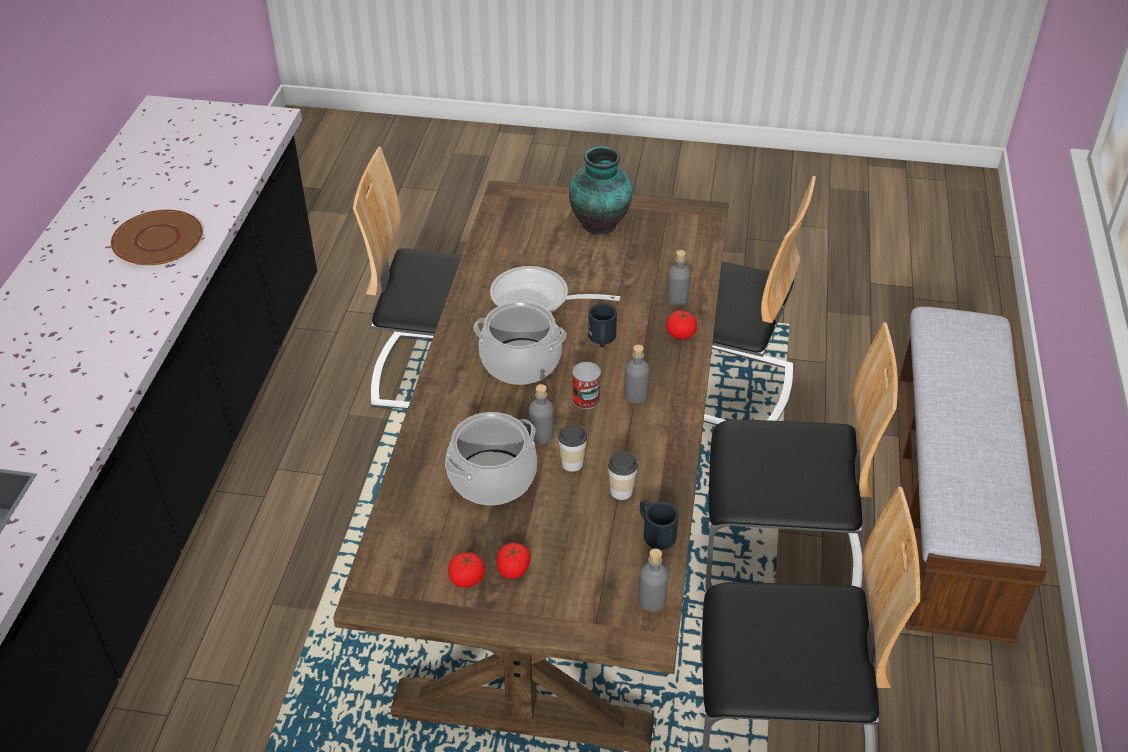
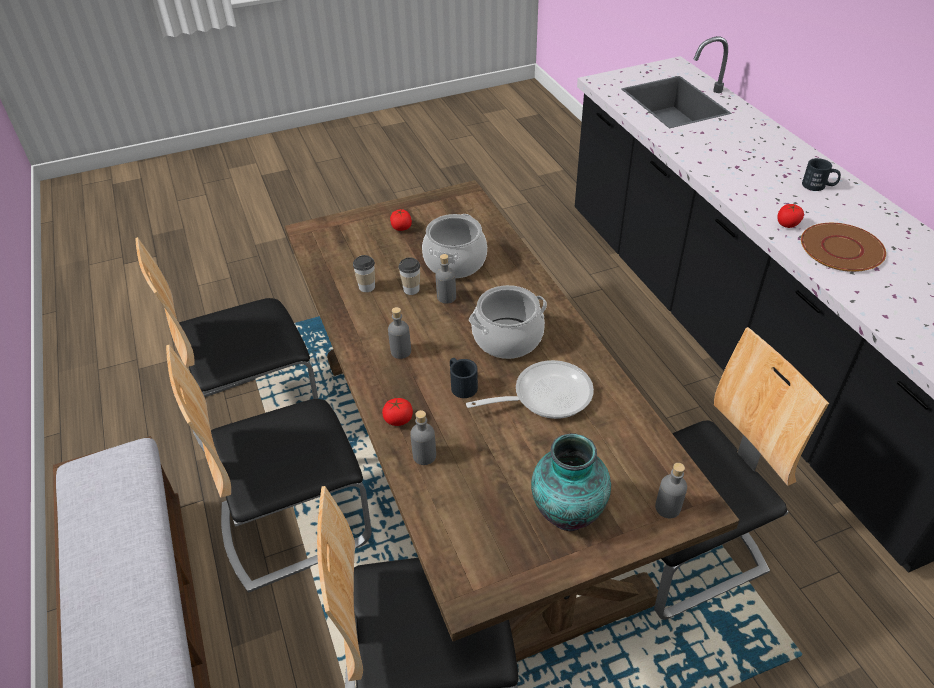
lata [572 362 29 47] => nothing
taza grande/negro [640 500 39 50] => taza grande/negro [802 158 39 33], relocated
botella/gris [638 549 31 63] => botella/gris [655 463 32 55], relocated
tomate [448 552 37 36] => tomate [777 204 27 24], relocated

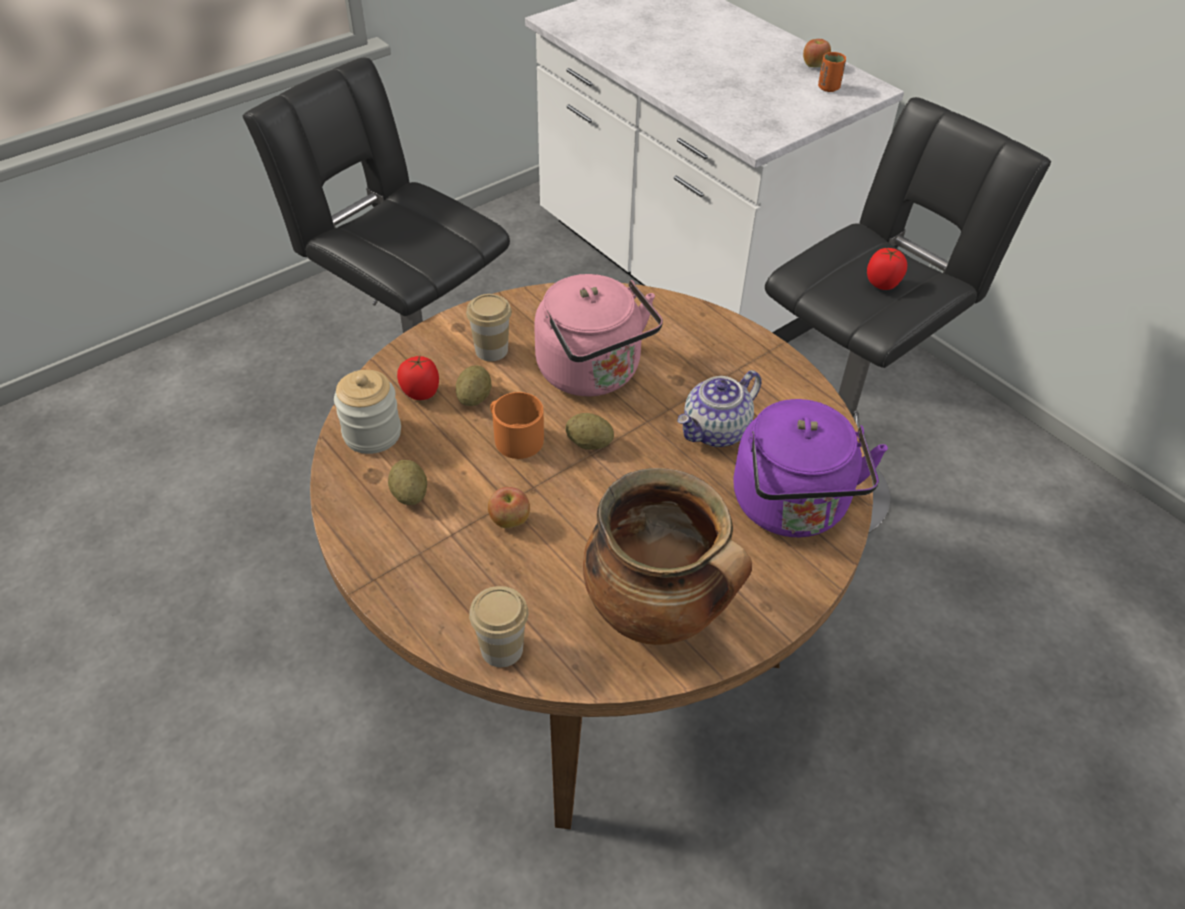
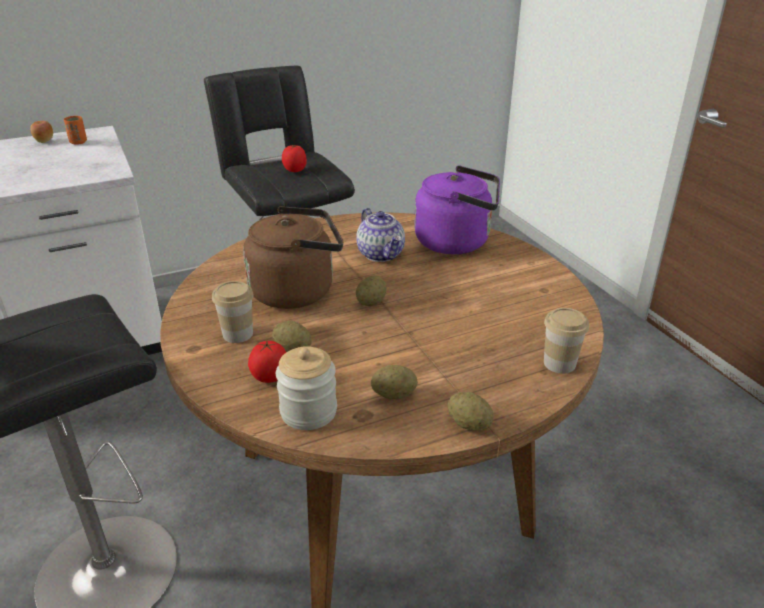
hervidor/rosa [534 274 129 122] => hervidor/marrón [243 206 100 103]
taza grande/naranja [490 392 54 67] => nothing
olla [583 468 169 177] => nothing
manzana [488 487 42 41] => nothing
nothing => patata [448 392 46 39]

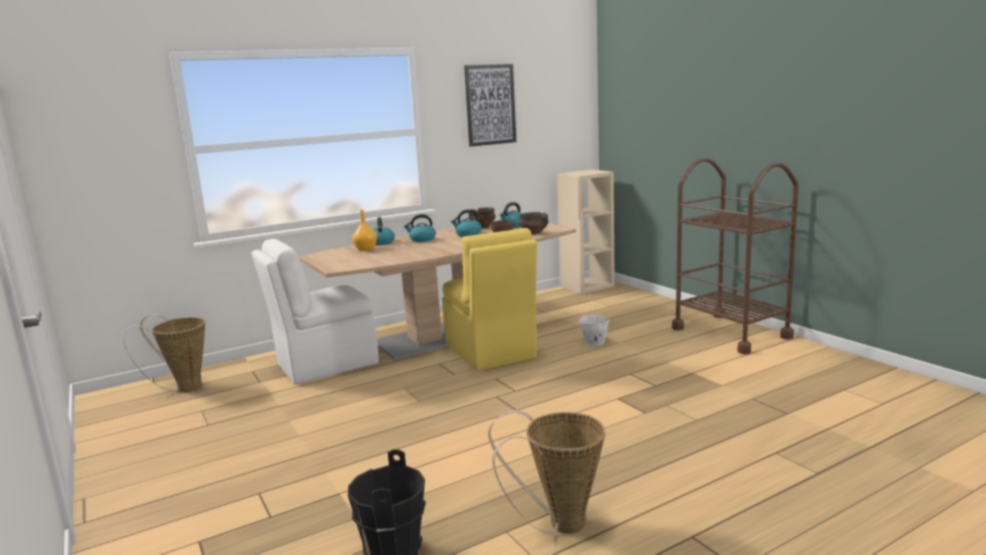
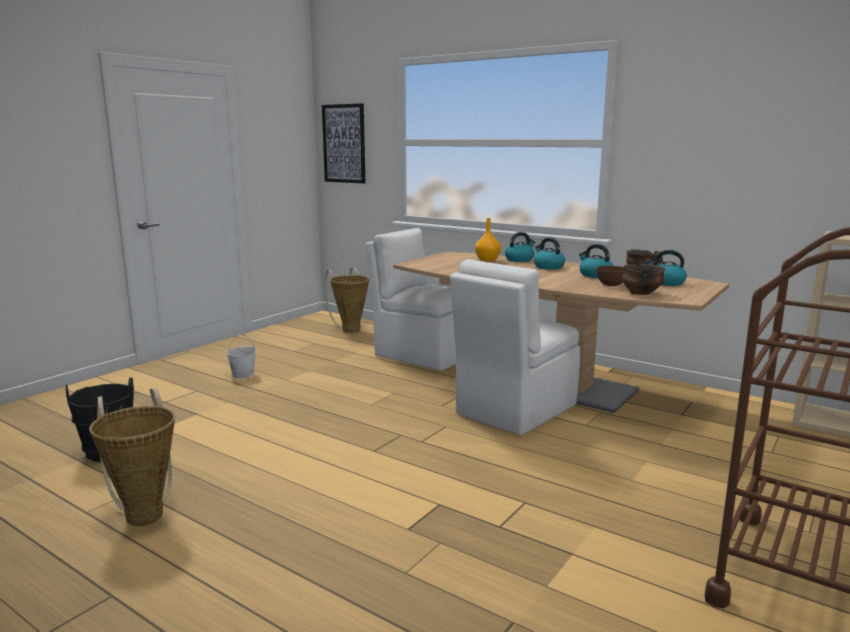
cuadro [464 64 52 83] => cuadro [322 103 43 80], relocated
silla/amarillo [442 228 95 143] => silla/blanco [450 259 130 176]
cubo/blanco [579 304 31 41] => cubo/blanco [226 334 30 45], relocated

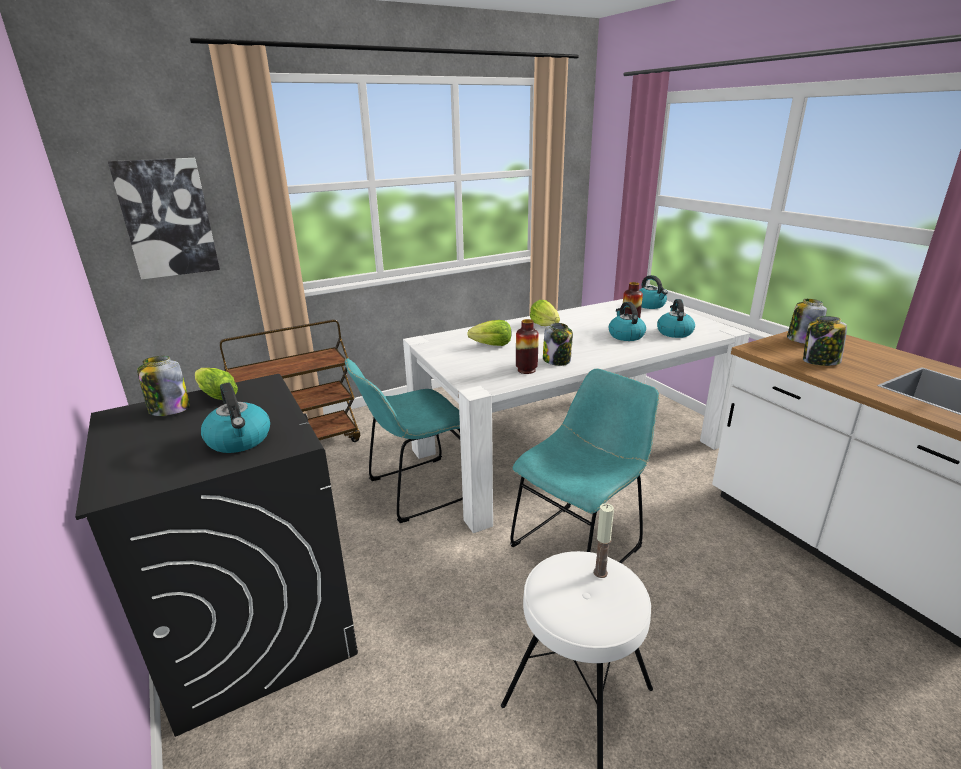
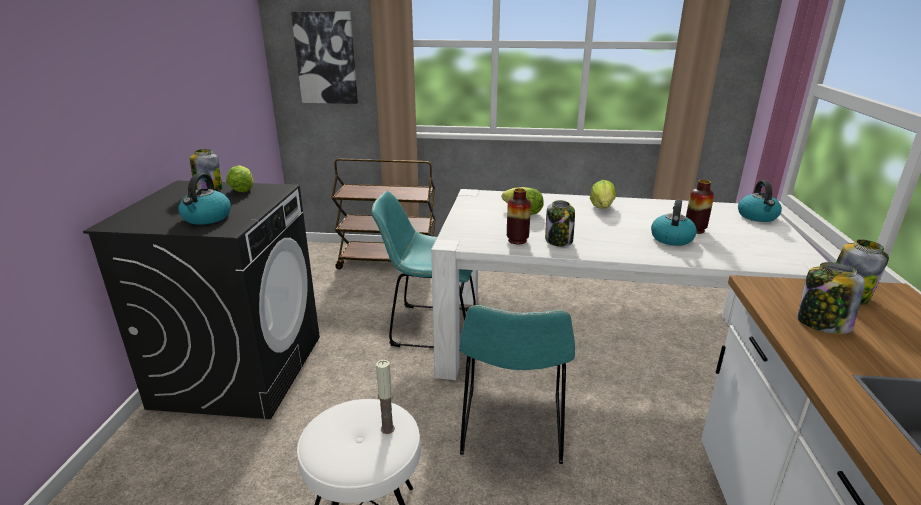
hervidor [657 299 38 39] => nothing
silla/turquesa [510 368 149 195] => silla/turquesa [459 305 116 159], 105 degrees clockwise

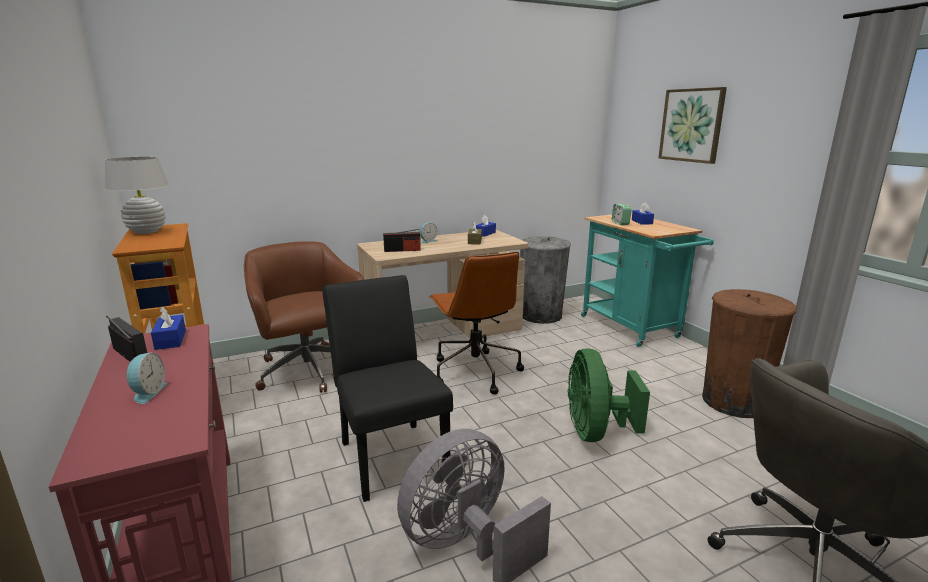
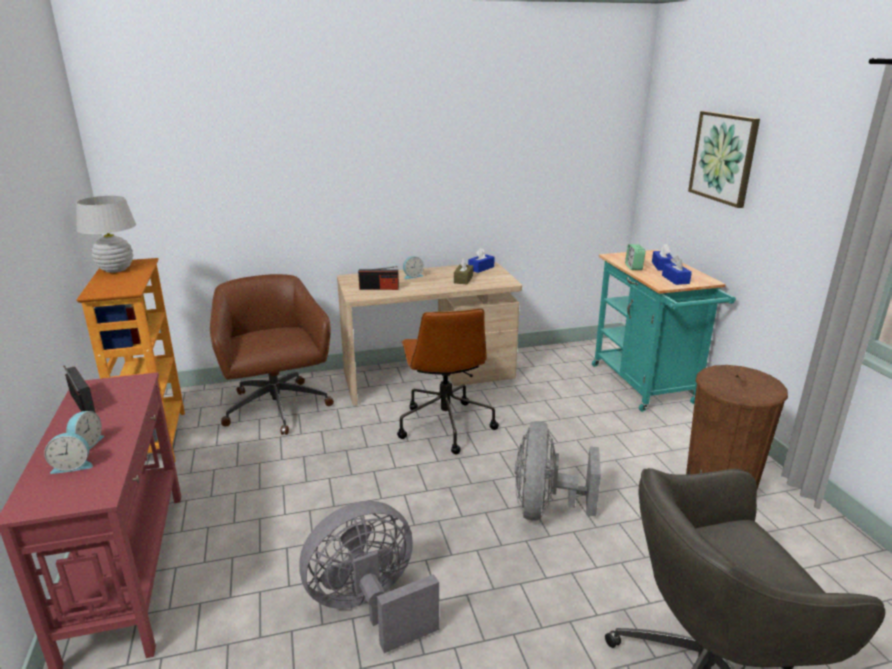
papelera/gris [520 236 51 88] => nothing
silla/negro [323 275 130 227] => nothing
caja de pañuelos/azul [151 307 35 43] => caja de pañuelos/azul [662 256 30 29], relocated
ventilador/verde [568 348 82 94] => ventilador/gris [515 421 86 100]
nothing => despertador [44 433 49 41]

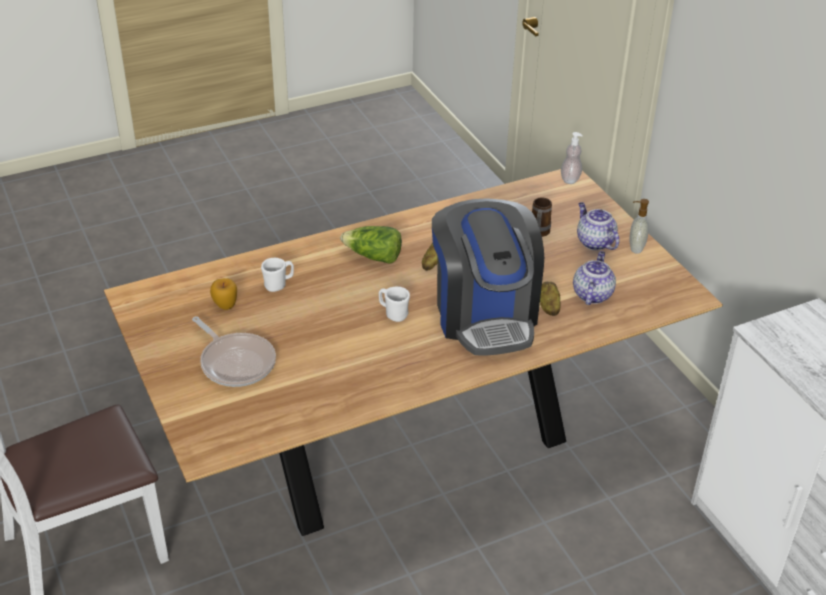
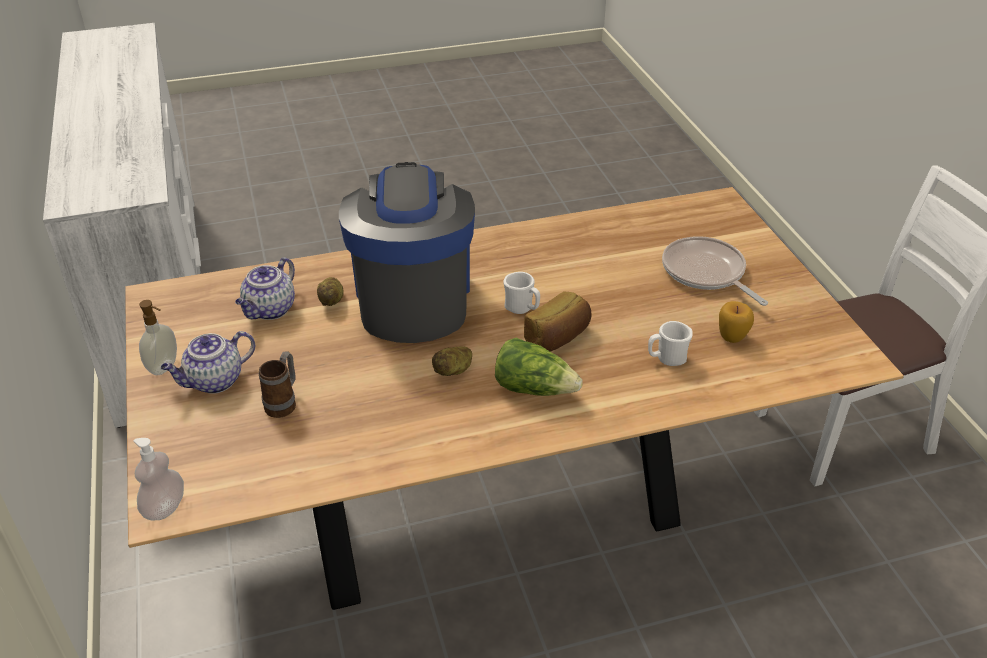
tetera [577 202 42 48] => tetera [161 331 94 63], 75 degrees clockwise
nothing => pan [524 291 67 61]

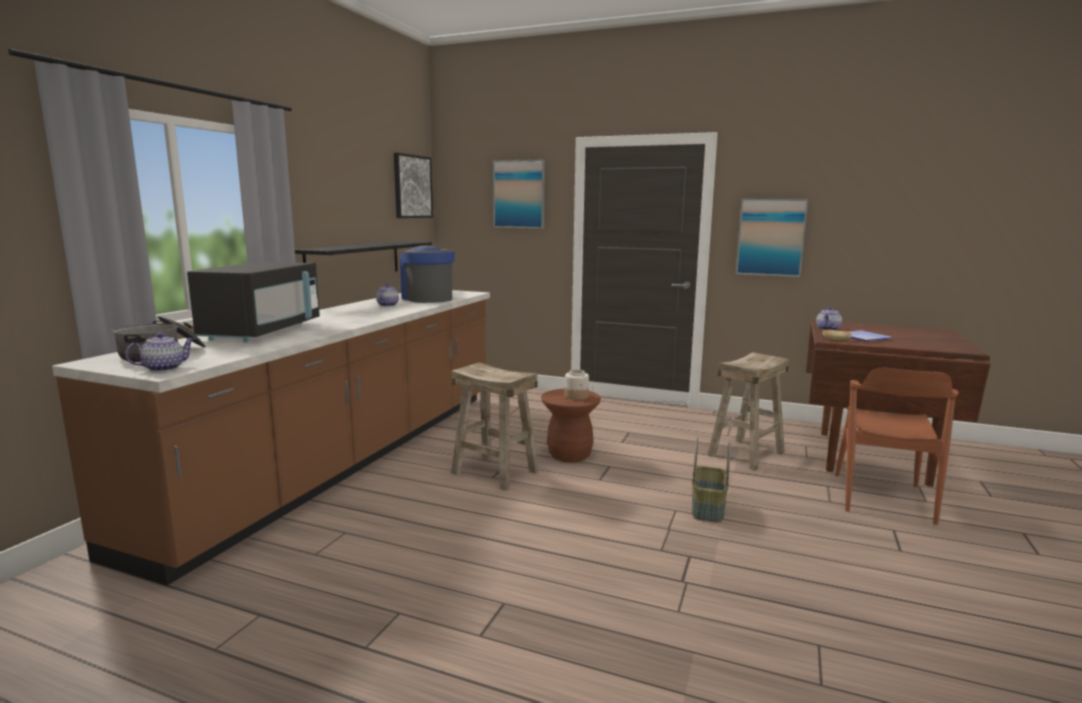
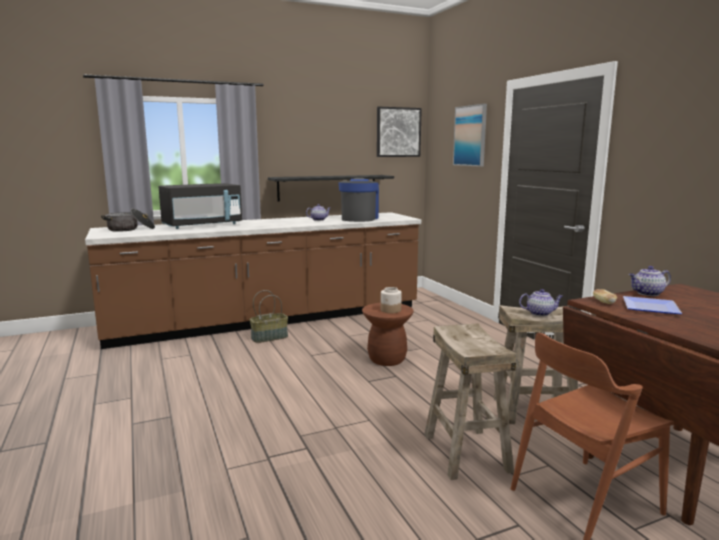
cuadro [736 199 72 78] => nothing
tetera [125 333 70 39] => tetera [519 289 44 27], relocated
taburete/beis [451 362 88 129] => taburete/beis [424 324 92 156], relocated
cesta [692 437 39 86] => cesta [249 290 39 53], relocated

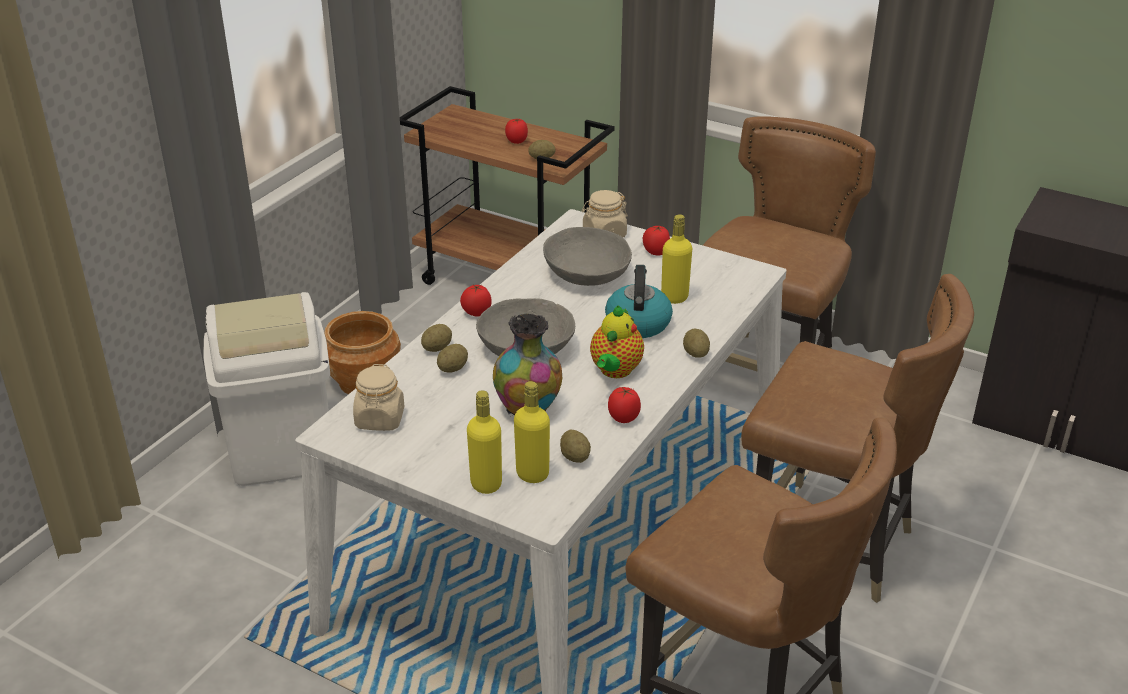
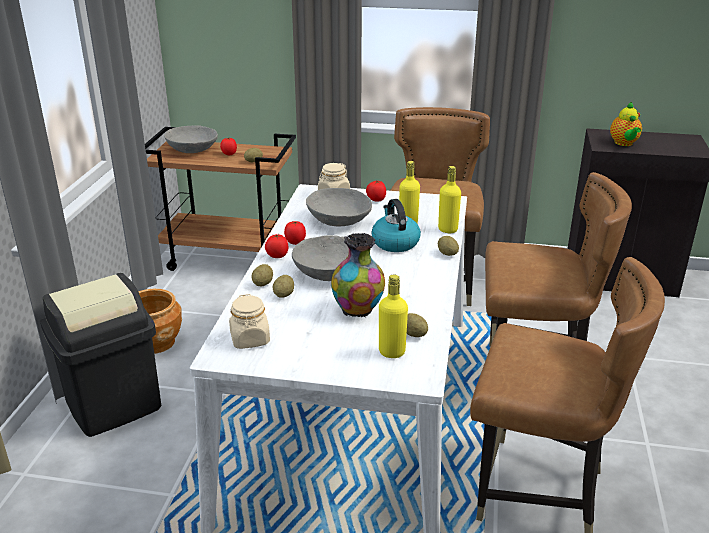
papelera/blanco [203 292 127 194] => papelera/negro [40 273 121 164]
tetera [590 305 54 73] => tetera [610 102 32 44], relocated
tomate [608 387 33 36] => tomate [284 221 22 24], relocated
botella/amarillo [467 390 35 104] => botella/amarillo [438 166 23 67], relocated
nothing => cuenco/gris [164 125 54 28]

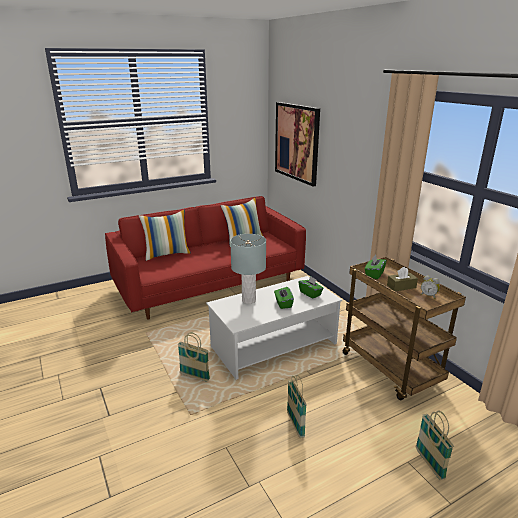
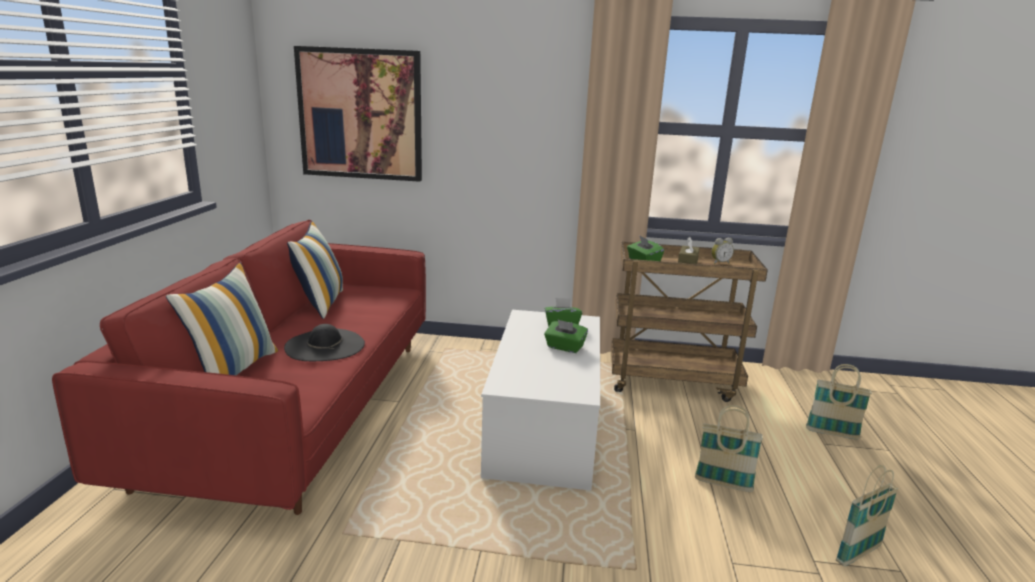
lámpara de mesa/gris [230 234 36 70] => nothing
cesta [178 333 32 49] => cesta [836 465 63 102], relocated
nothing => sombrero/negro [284 324 81 37]

